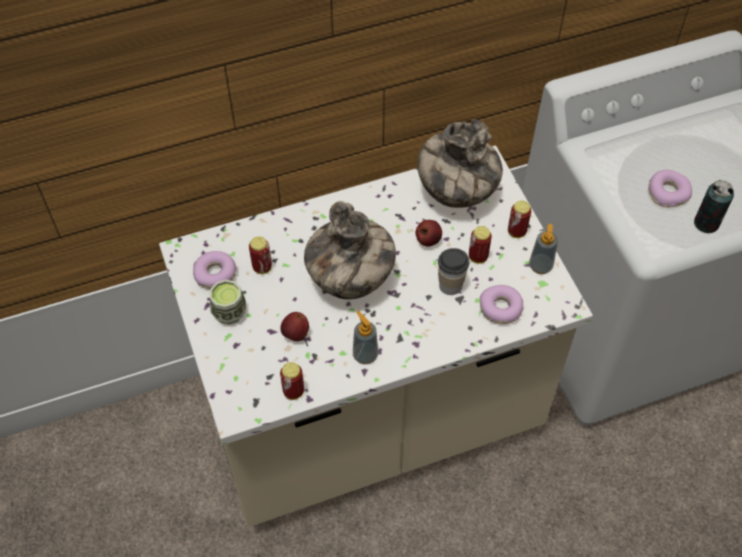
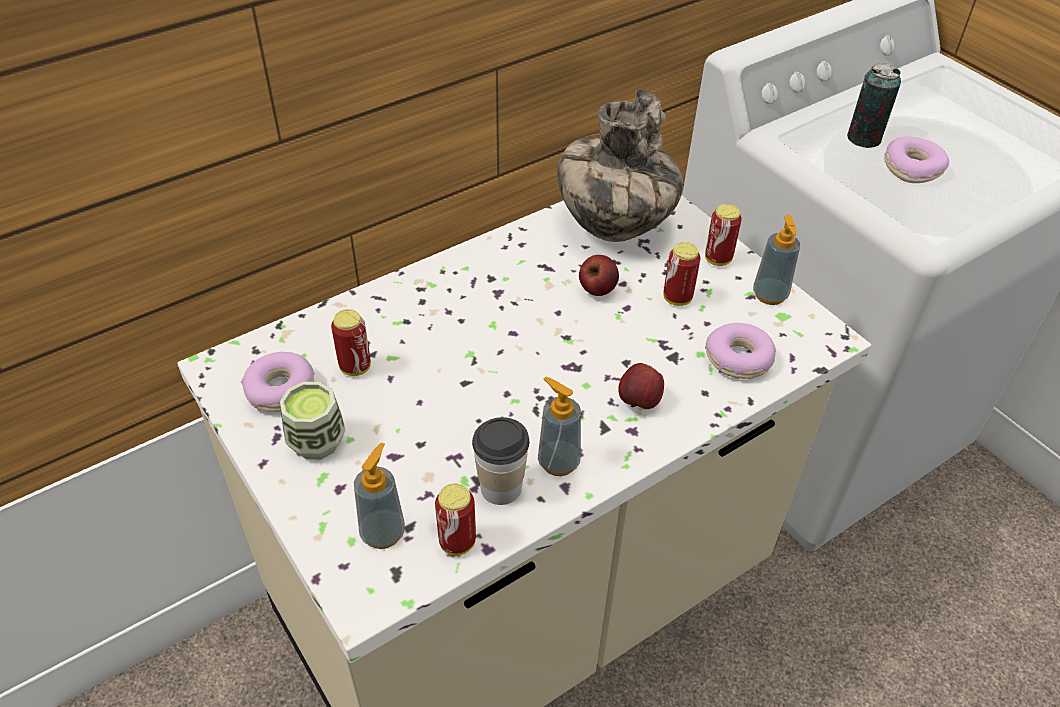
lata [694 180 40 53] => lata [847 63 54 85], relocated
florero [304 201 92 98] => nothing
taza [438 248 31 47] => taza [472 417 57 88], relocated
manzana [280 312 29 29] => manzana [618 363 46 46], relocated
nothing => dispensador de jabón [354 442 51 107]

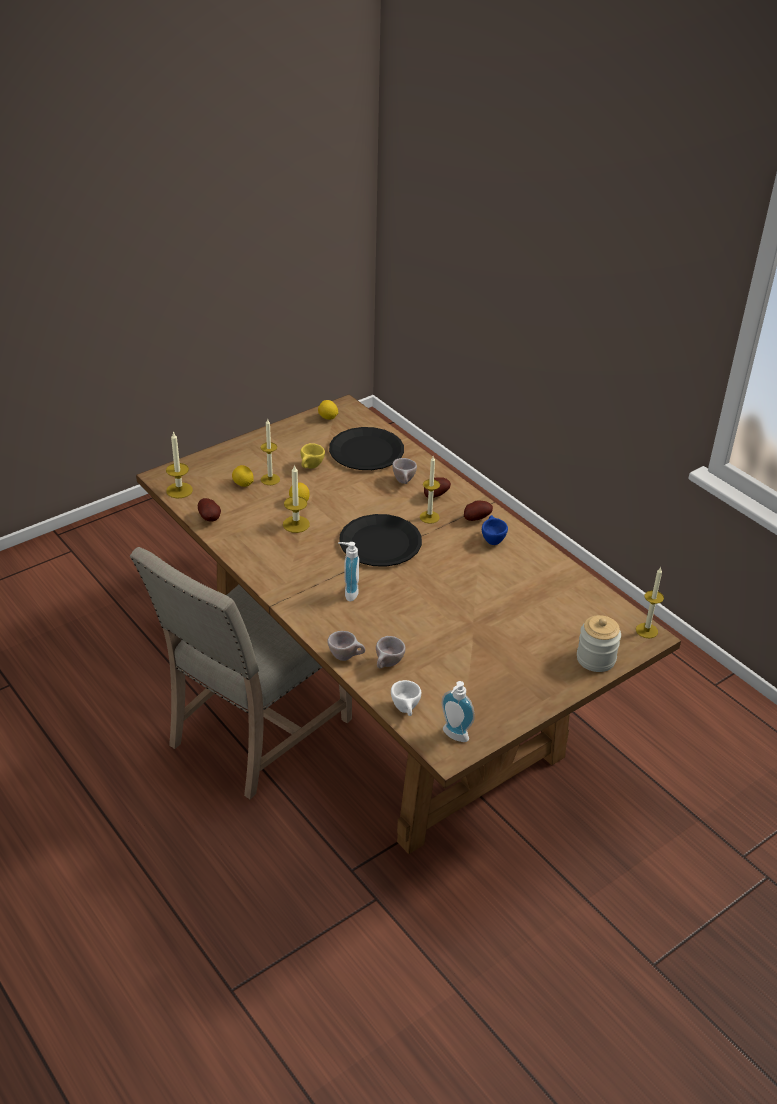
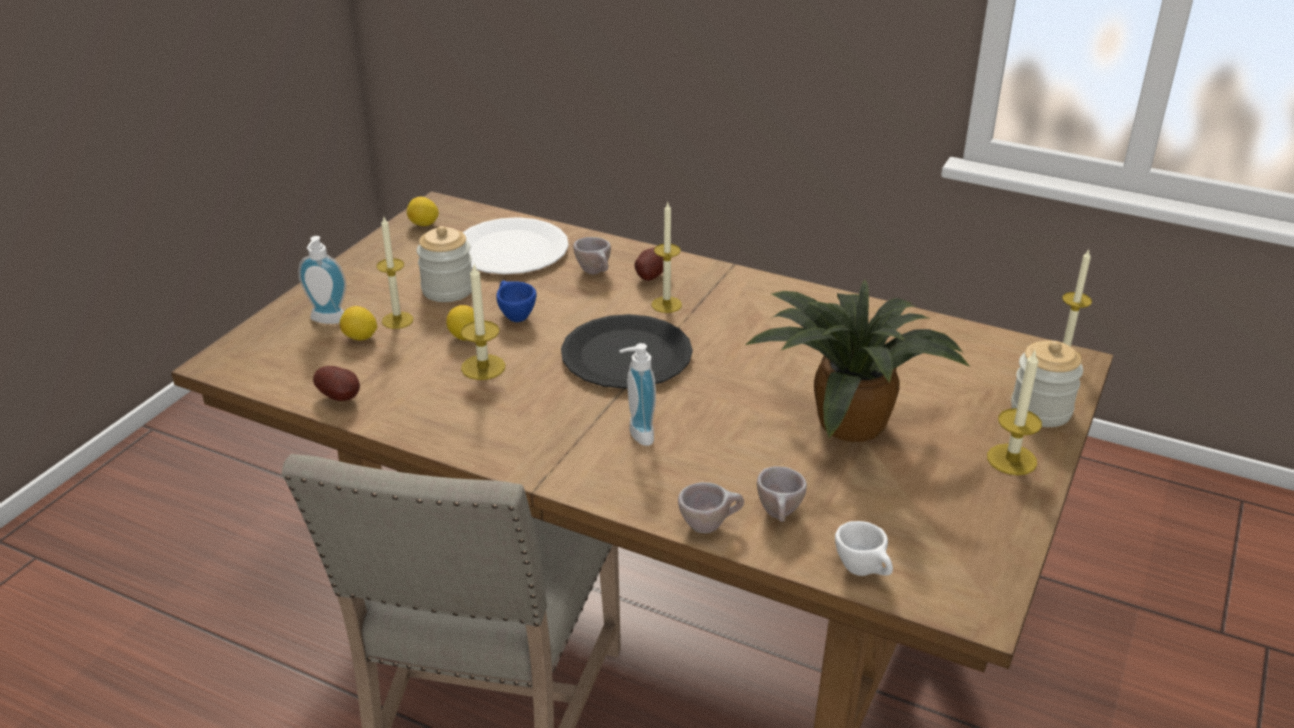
plato/negro [329 427 75 43] => plato/blanco [463 217 106 57]
vela [166 431 27 67] => vela [987 349 55 126], relocated
taza/amarillo [300 443 25 26] => tarro [417 226 55 76]
patata [464 500 29 21] => nothing
taza/azul [482 515 26 30] => taza/azul [496 280 41 42], relocated
dispensador de jabón [442 681 33 61] => dispensador de jabón [298 236 48 88], relocated
nothing => planta en maceta [745 280 225 162]

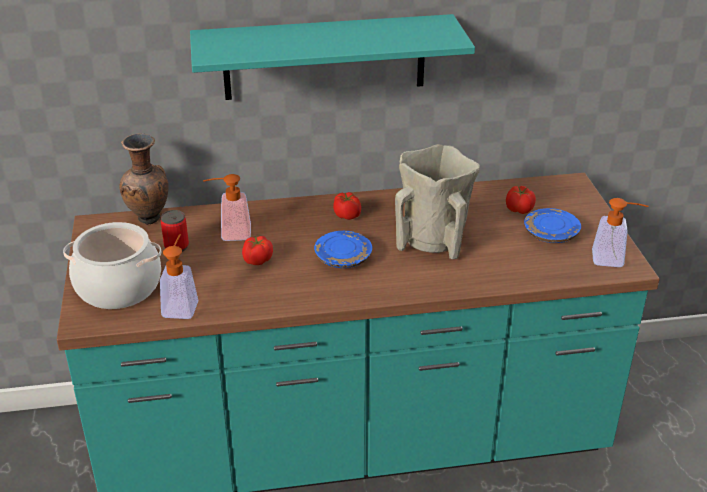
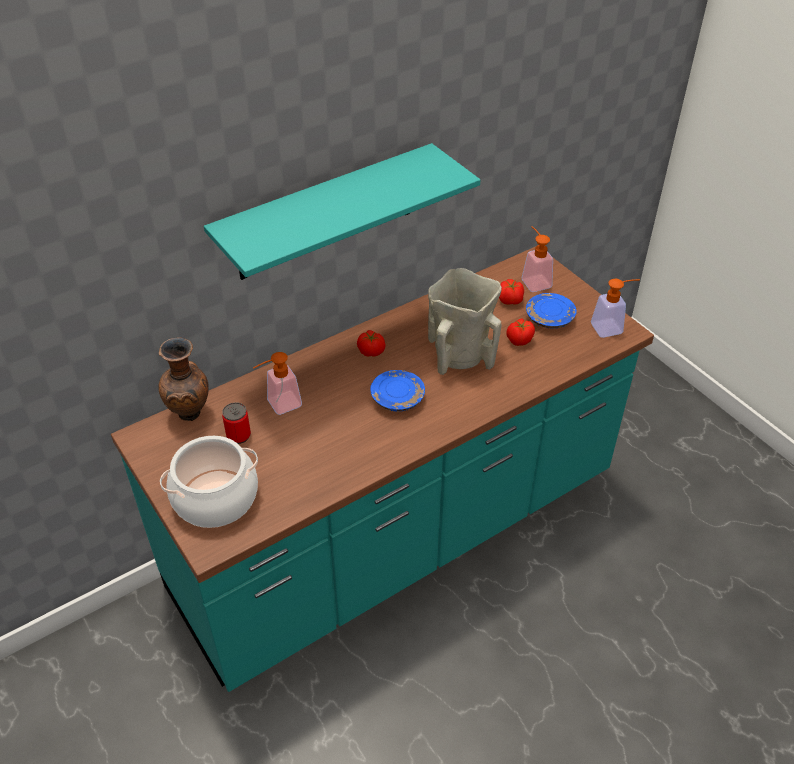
dispensador de jabón [160 234 38 85] => dispensador de jabón [522 226 31 66], relocated
tomate [242 236 31 29] => tomate [506 319 29 27], relocated

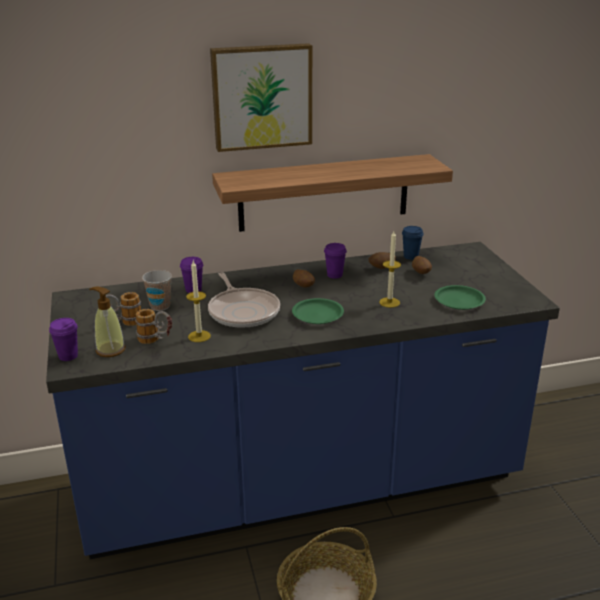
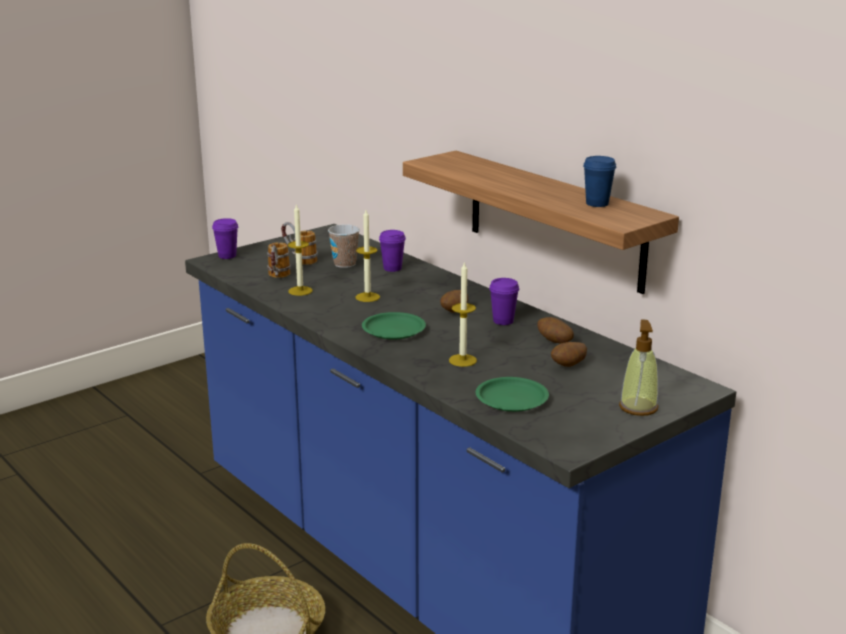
cuadro [210 43 102 109] => nothing
taza/azul [402 226 22 34] => taza/azul [583 156 33 51], relocated
sartén [208 272 72 56] => vela [355 210 25 92]
dispensador de jabón [89 286 37 71] => dispensador de jabón [619 320 39 96], relocated

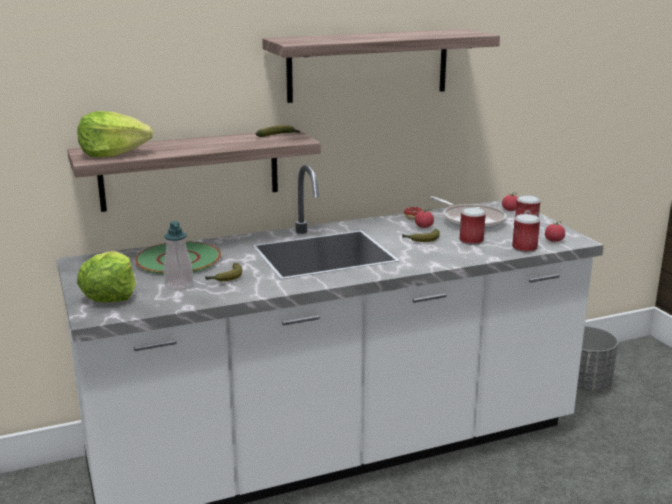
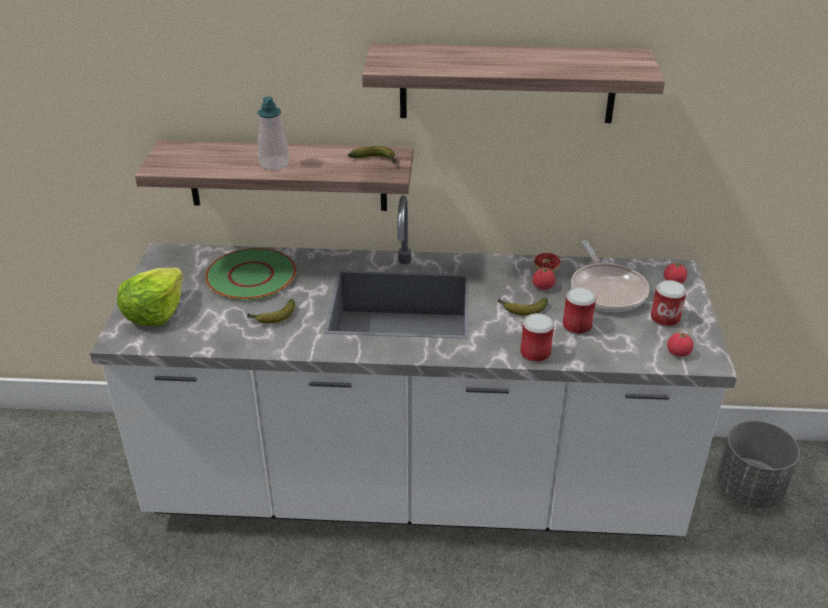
lechuga [77 111 76 46] => nothing
lata [512 214 28 39] => lata [520 313 34 50], relocated
dispensador de jabón [164 221 29 70] => dispensador de jabón [258 96 31 74], relocated

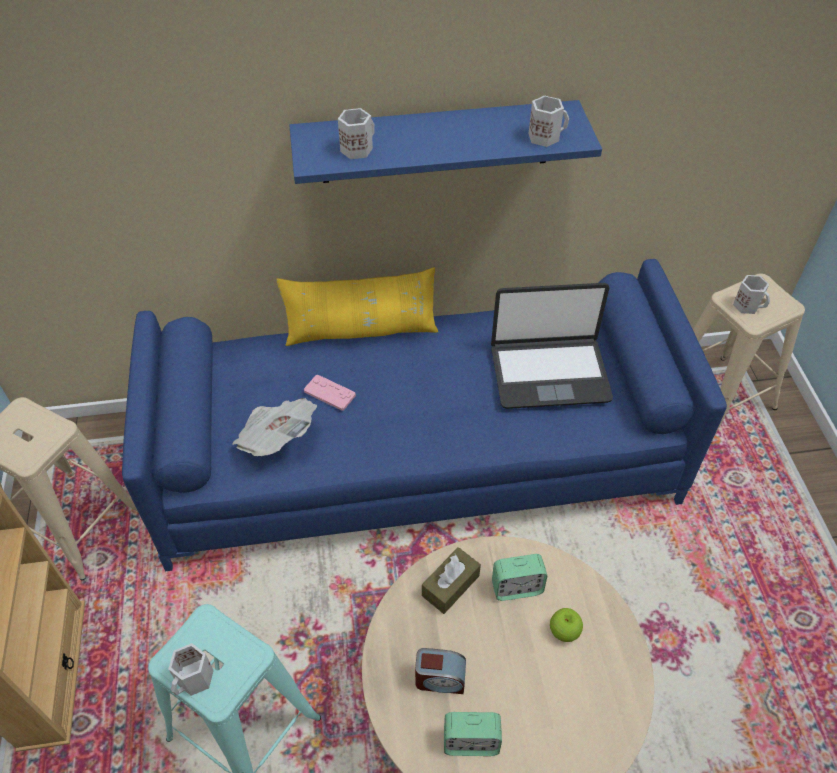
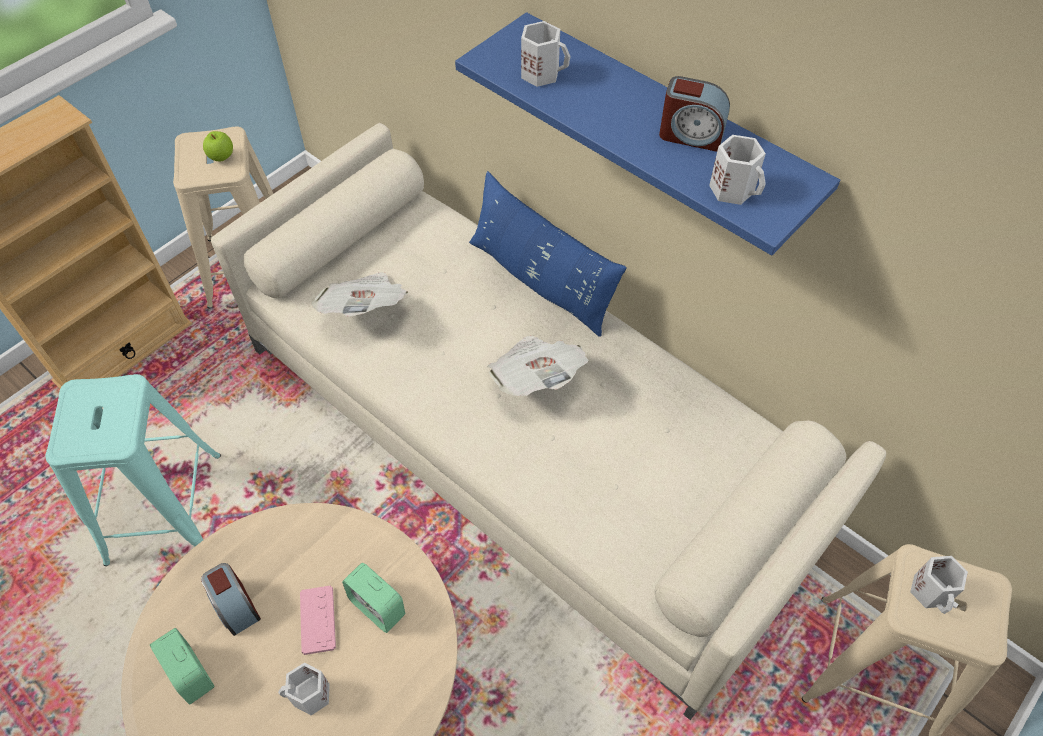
sofá/azul [122 259 605 312] => sofá/beis [211 123 675 597]
cojín/amarillo [277 267 161 79] => cojín/azul [469 171 158 166]
portátil [491 283 122 126] => nothing
mando de consola/rosa [304 375 52 36] => mando de consola/rosa [300 585 36 70], relocated
caja de pañuelos/marrón [422 547 59 67] => nothing
manzana [550 608 33 34] => manzana [203 131 30 30], relocated
taza grande/blanco [168 643 46 53] => taza grande/blanco [278 663 52 52], relocated
nothing => despertador [659 76 71 76]
nothing => periódico [487 335 102 61]

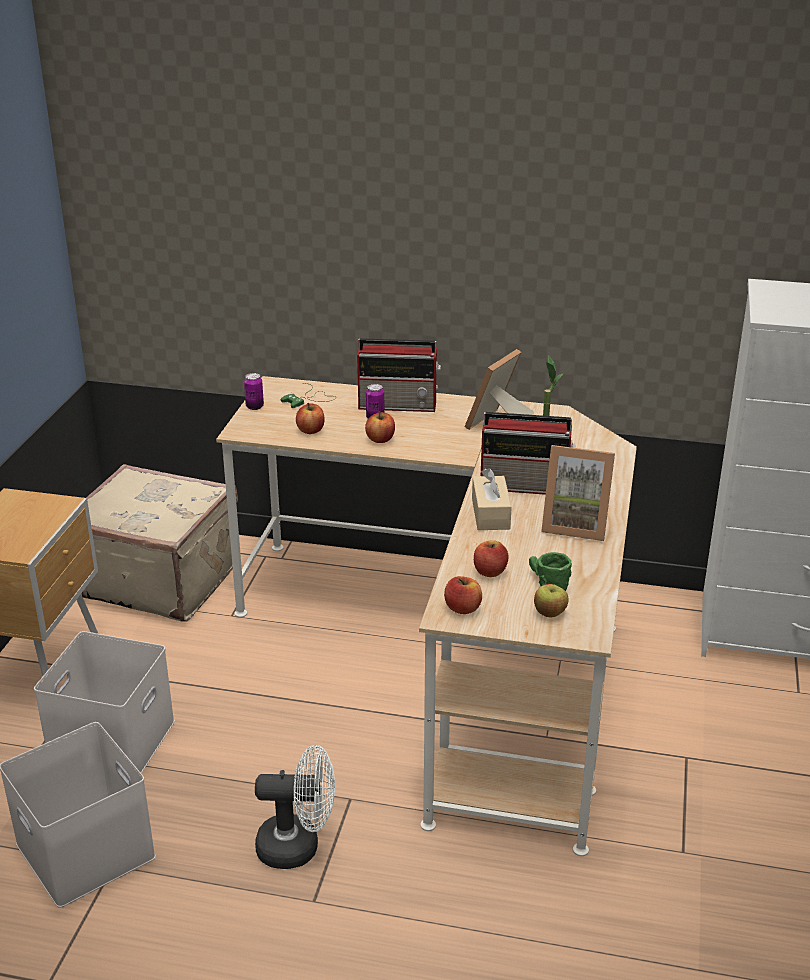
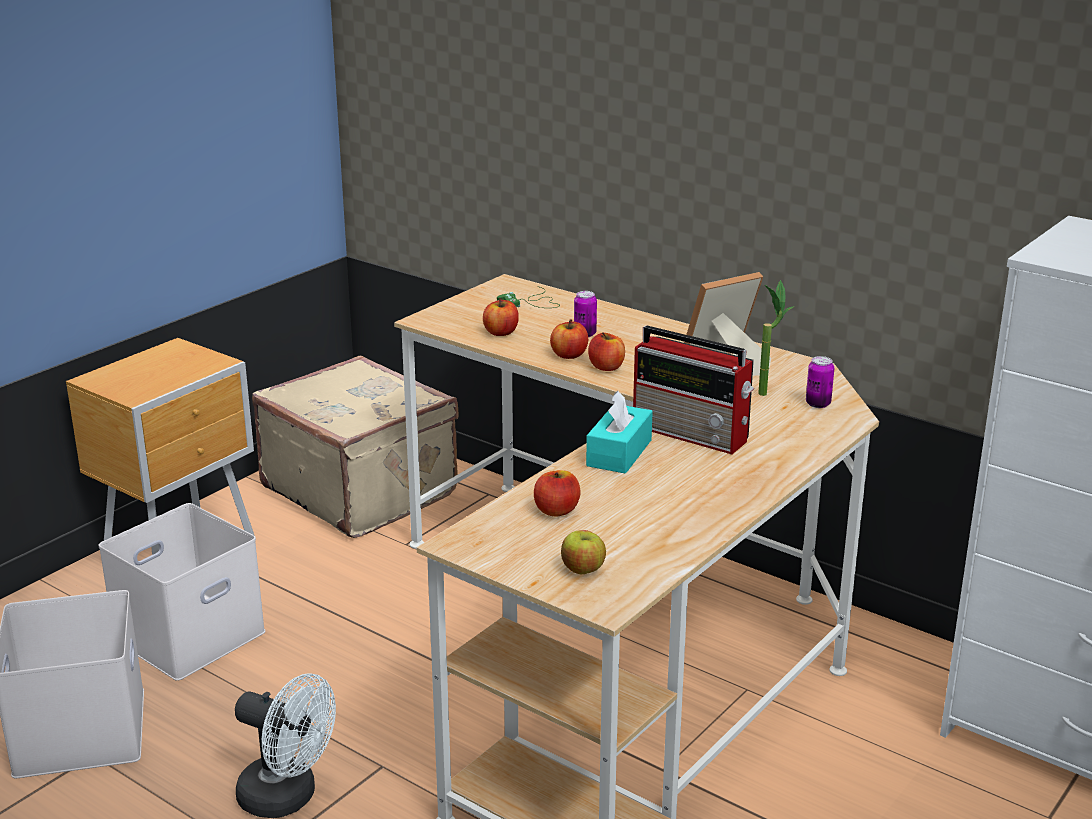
radio [357 338 84 74] => nothing
lata [244 373 20 37] => lata [806 356 28 52], relocated
portarretratos [541 445 74 96] => nothing
caja de pañuelos/beis [472 468 40 62] => caja de pañuelos/turquesa [586 391 67 83]
taza grande/verde [529 552 43 39] => nothing
manzana [444 576 38 38] => manzana [588 332 37 39], relocated

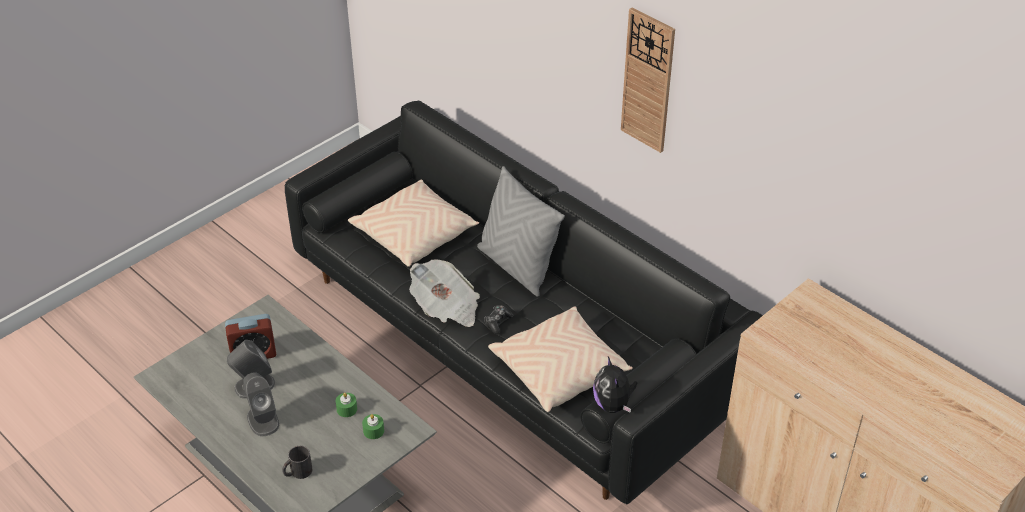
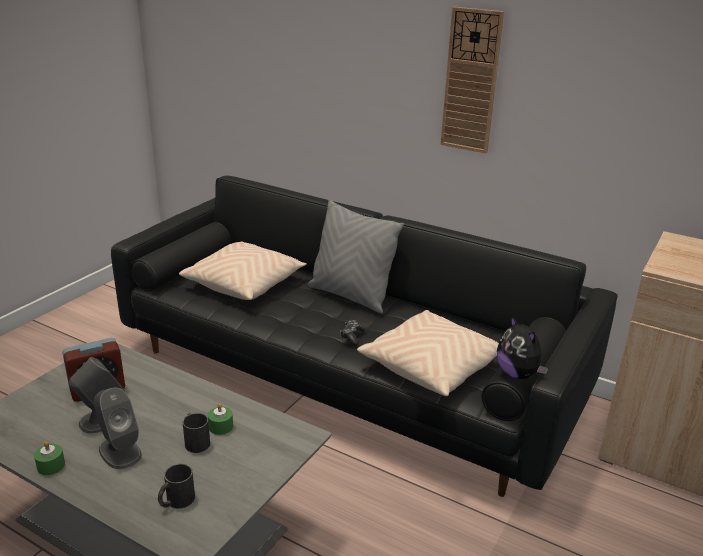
periódico [409 259 71 68] => nothing
vela/verde [362 414 22 25] => vela/verde [34 441 31 34], relocated
nothing => taza grande/negro [183 413 27 40]

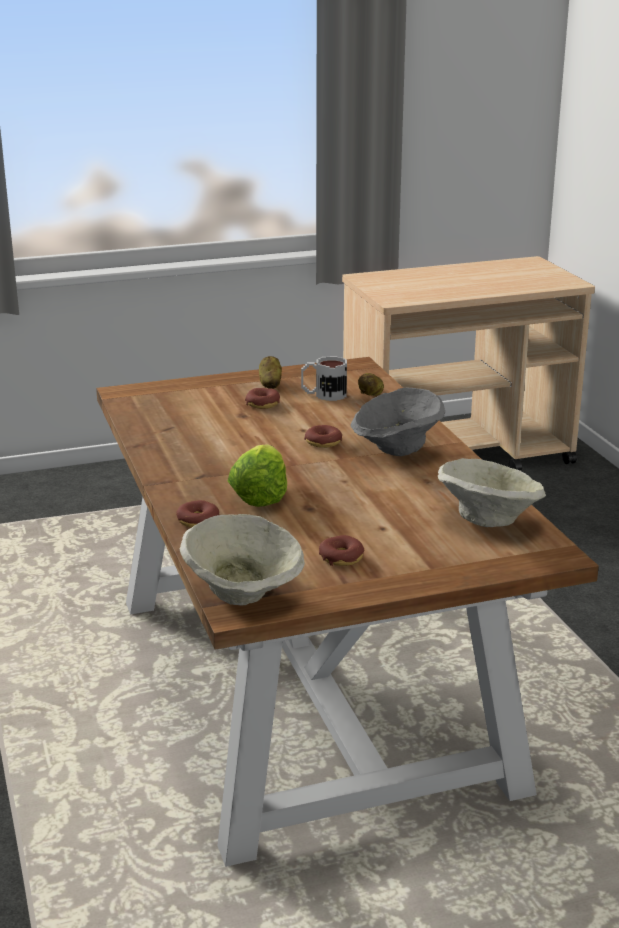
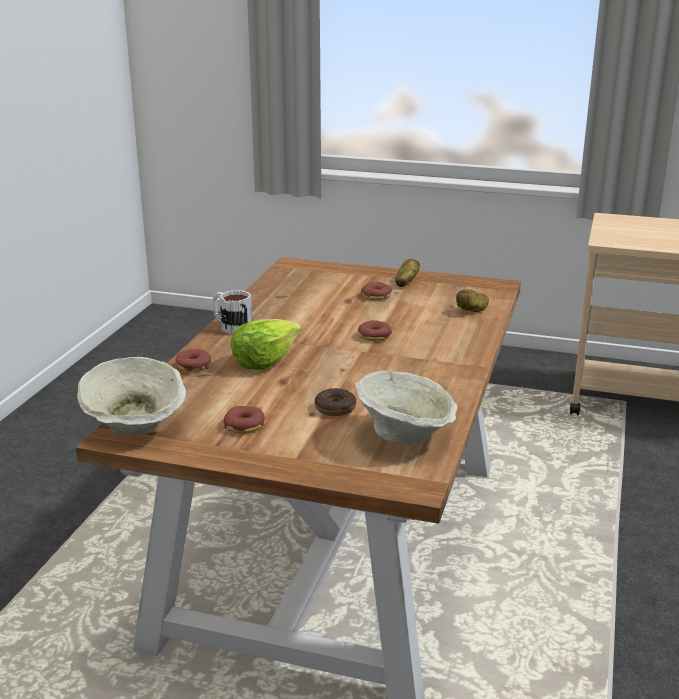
taza grande [301 356 46 45] => taza grande [213 290 39 44], relocated
cuenco/gris [351 388 94 68] => nothing
nothing => rosquilla [315 388 41 28]

